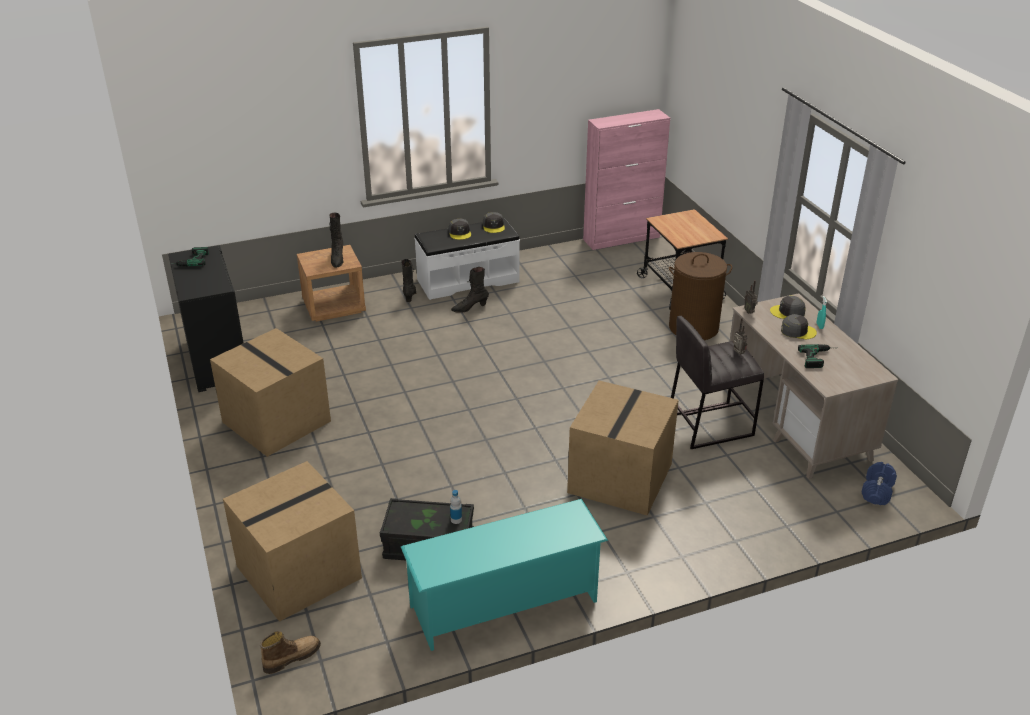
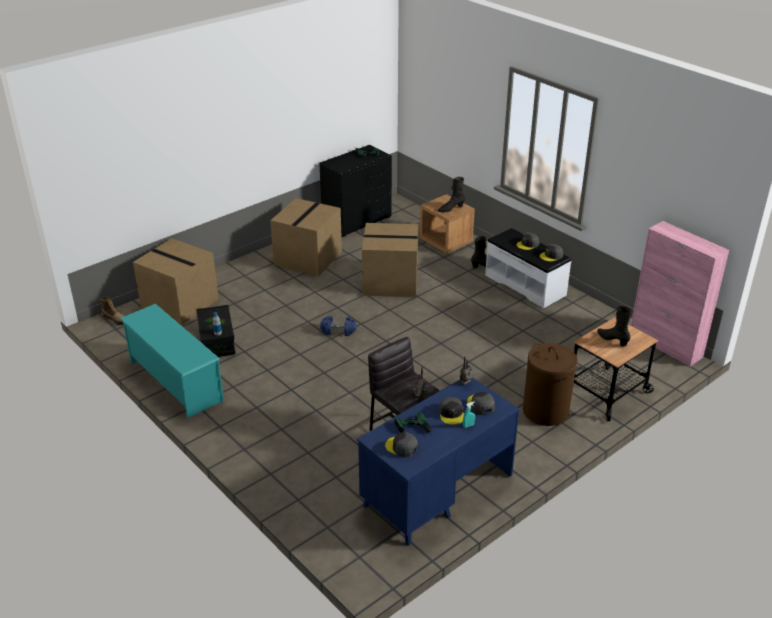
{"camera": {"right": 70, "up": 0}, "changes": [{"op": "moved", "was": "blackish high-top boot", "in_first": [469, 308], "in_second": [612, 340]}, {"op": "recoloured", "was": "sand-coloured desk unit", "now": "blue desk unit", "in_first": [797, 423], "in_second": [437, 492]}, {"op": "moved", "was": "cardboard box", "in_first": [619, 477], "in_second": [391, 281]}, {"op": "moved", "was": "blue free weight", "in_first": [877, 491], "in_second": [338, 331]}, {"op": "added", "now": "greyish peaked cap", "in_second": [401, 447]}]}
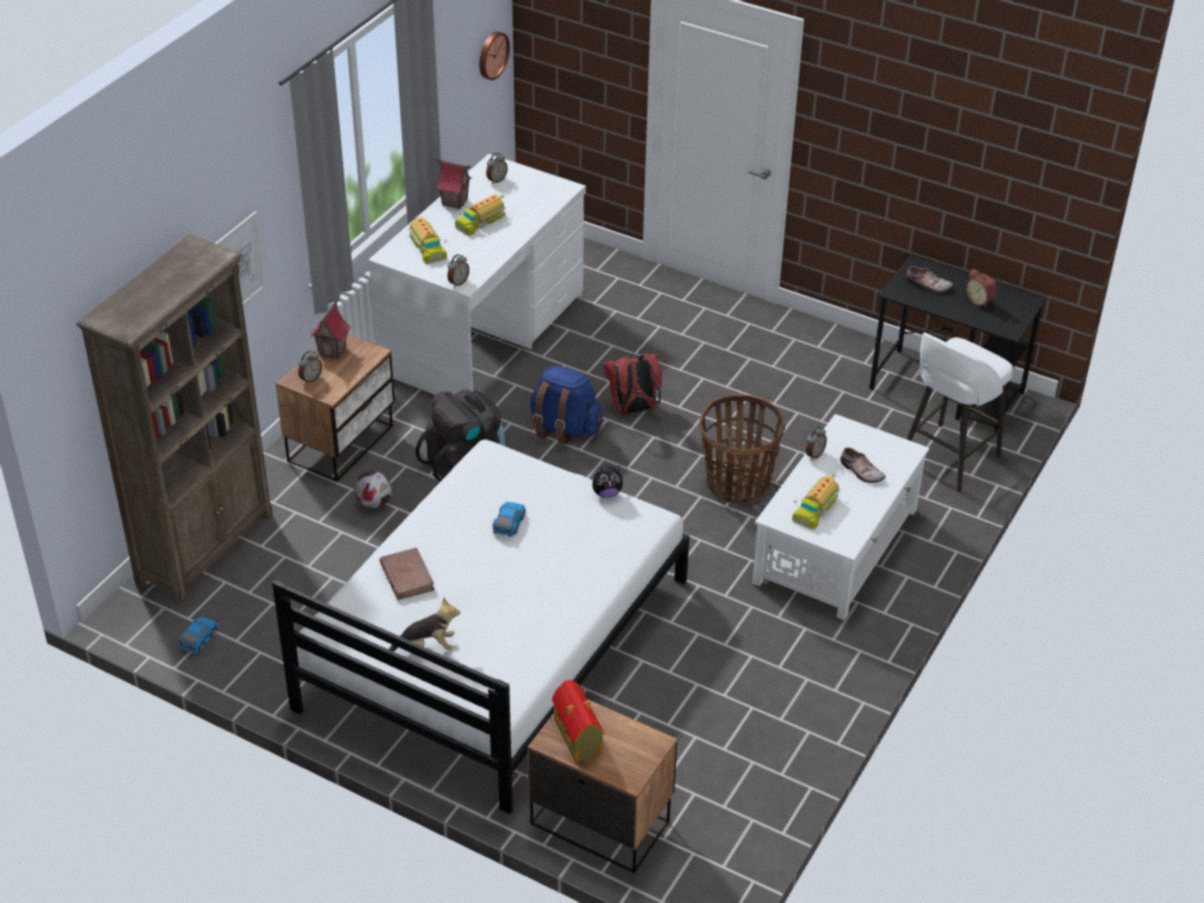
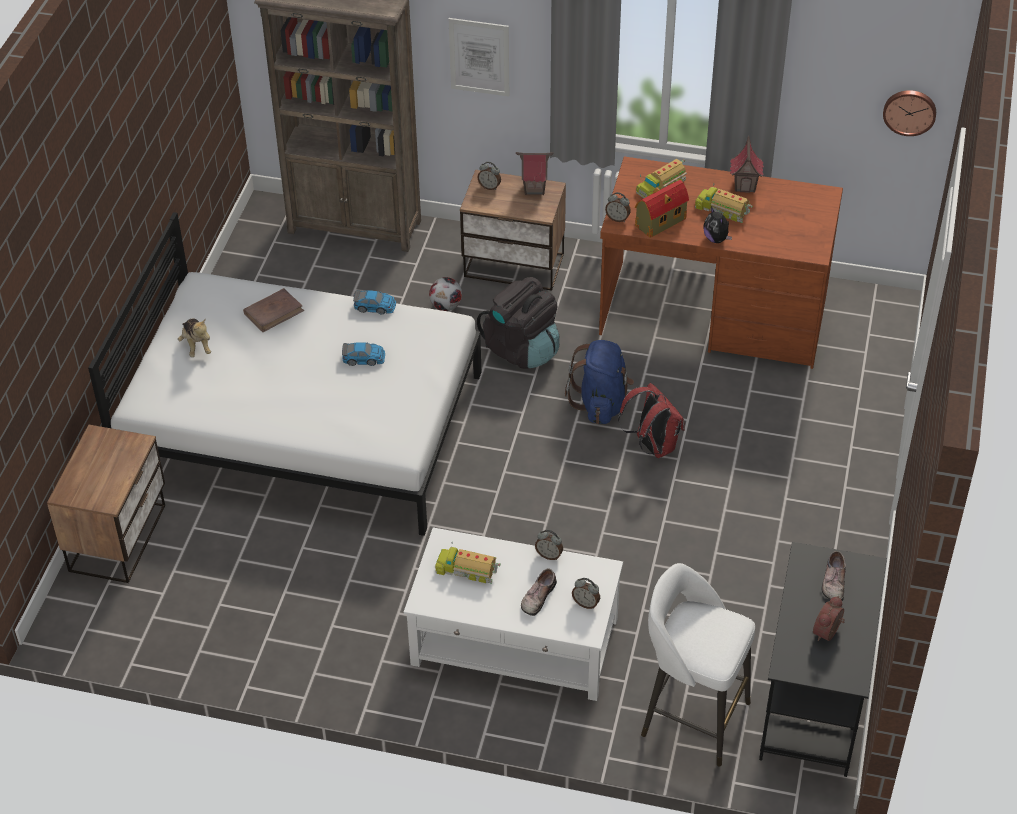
{"camera": {"right": 75, "up": 5}, "changes": [{"op": "moved", "was": "table clock", "in_first": [496, 180], "in_second": [586, 603]}, {"op": "recoloured", "was": "white desk unit", "now": "brownish desk unit", "in_first": [484, 333], "in_second": [714, 315]}, {"op": "removed", "was": "basket", "in_first": [737, 484]}, {"op": "moved", "was": "cuddly toy", "in_first": [607, 493], "in_second": [716, 239]}, {"op": "moved", "was": "model car", "in_first": [199, 637], "in_second": [375, 306]}, {"op": "moved", "was": "miniature house", "in_first": [578, 737], "in_second": [659, 222]}]}
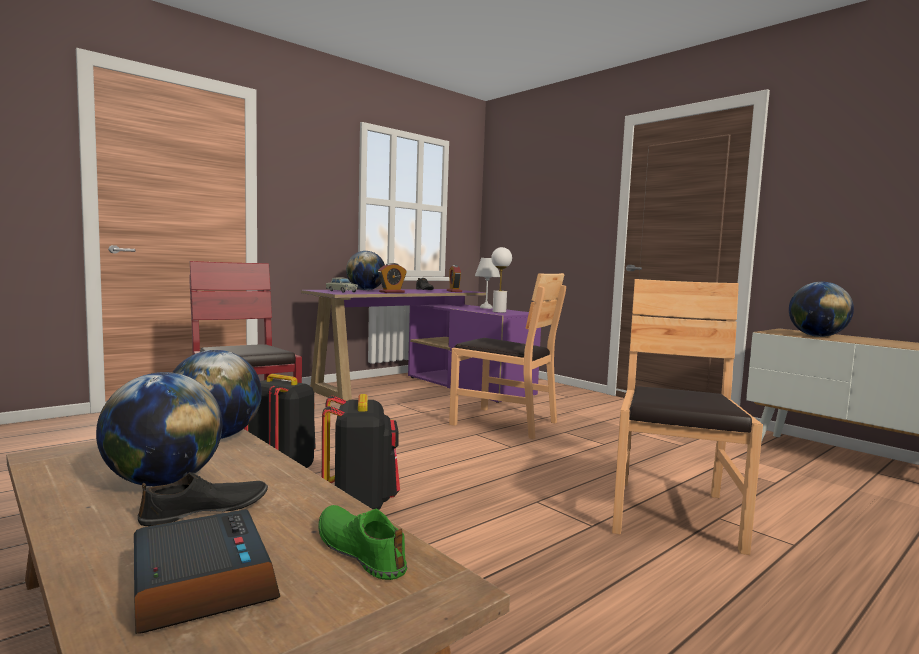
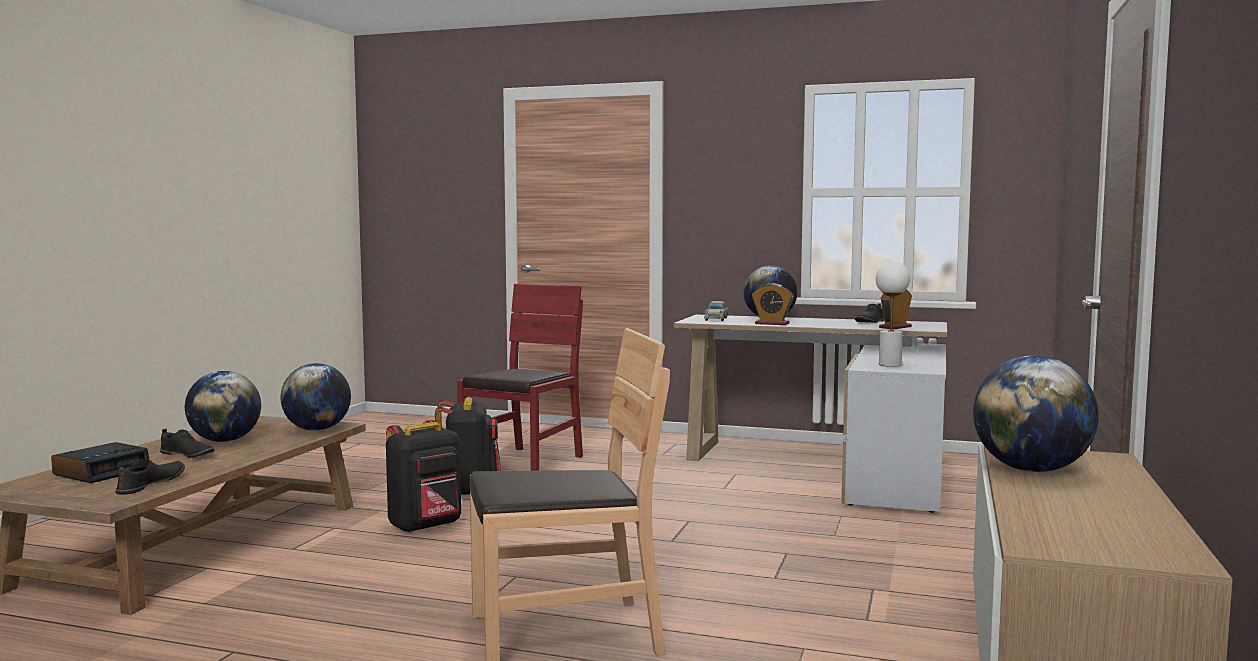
{"camera": {"right": 60, "up": 0}, "changes": [{"op": "removed", "was": "white table lamp", "in_first": [486, 308]}, {"op": "removed", "was": "brownish plain chair", "in_first": [504, 423]}, {"op": "recoloured", "was": "purplish desk unit", "now": "white desk unit", "in_first": [423, 388], "in_second": [830, 468]}, {"op": "recoloured", "was": "green-coloured low shoe", "now": "blackish low shoe", "in_first": [360, 549], "in_second": [151, 484]}]}
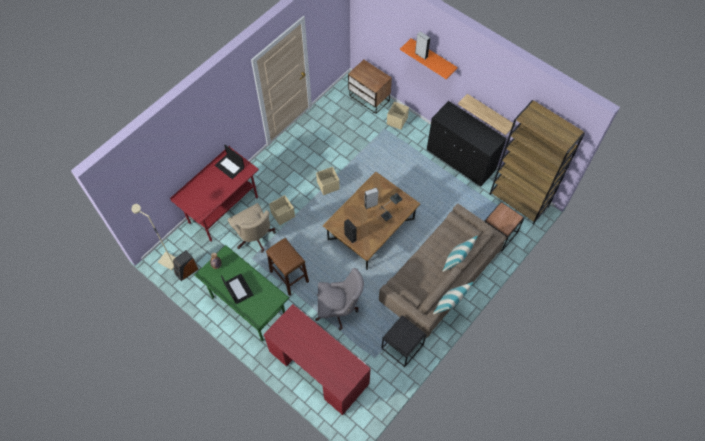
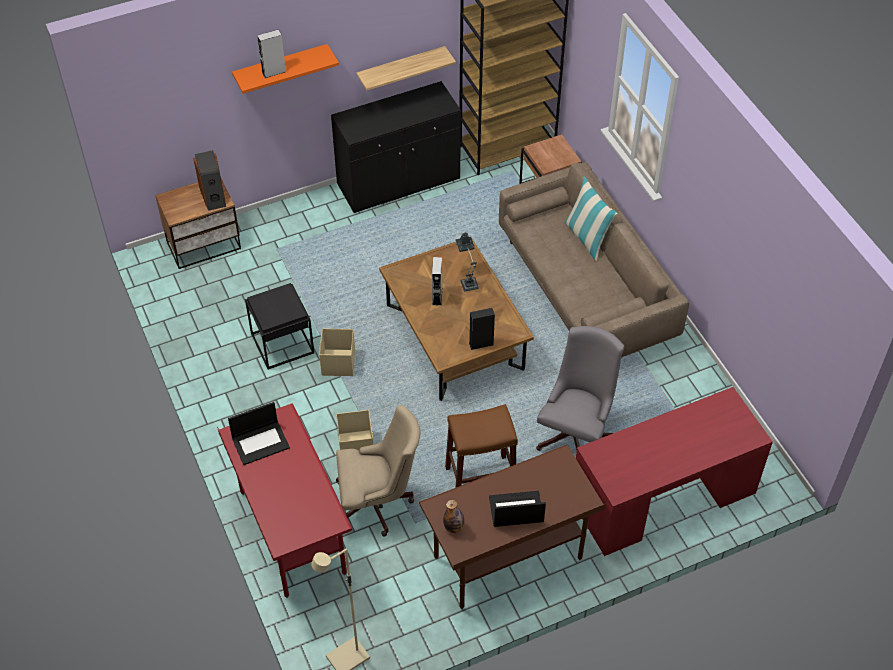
{"camera": {"right": -65, "up": -10}, "changes": [{"op": "removed", "was": "sand-coloured storage bin", "in_first": [396, 121]}, {"op": "recoloured", "was": "green-coloured desk unit", "now": "brownish desk unit", "in_first": [248, 307], "in_second": [508, 559]}, {"op": "moved", "was": "loudspeaker", "in_first": [186, 271], "in_second": [213, 196]}, {"op": "removed", "was": "throw pillow", "in_first": [450, 304]}, {"op": "moved", "was": "blackish accent table", "in_first": [402, 347], "in_second": [283, 344]}]}
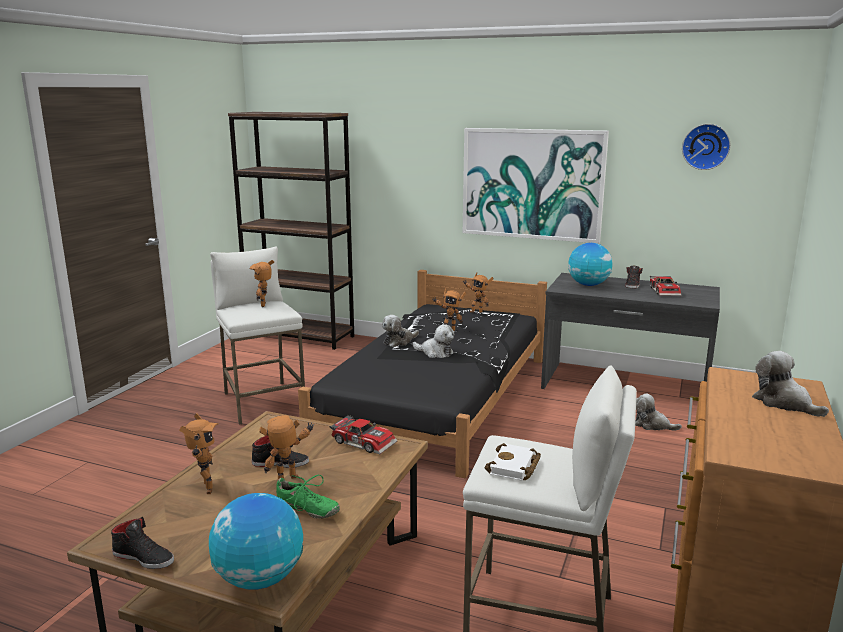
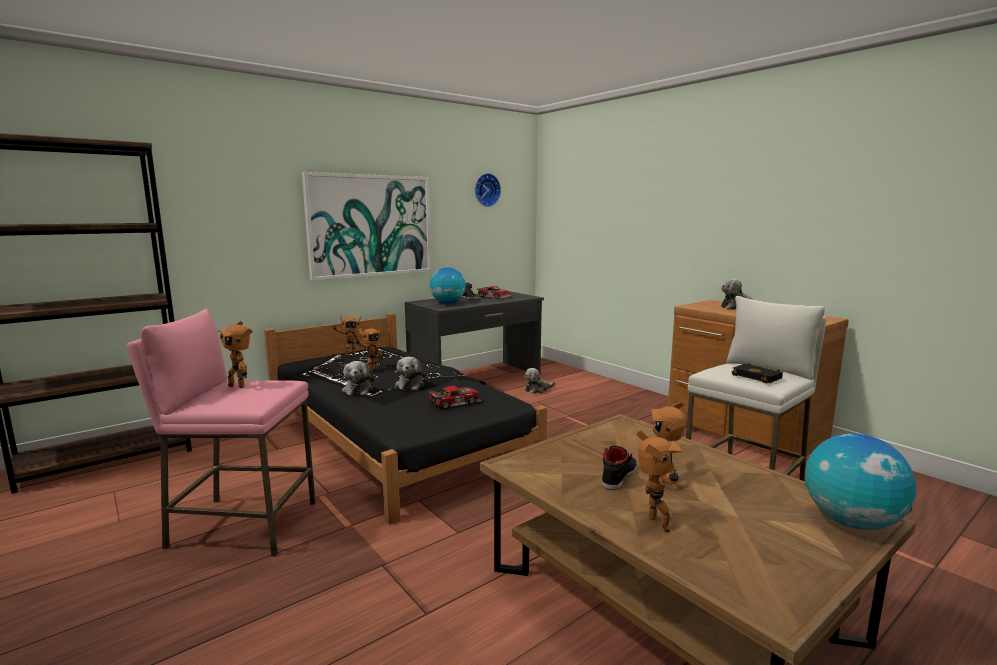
{"camera": {"right": -60, "up": -5}, "changes": [{"op": "recoloured", "was": "white stool seat", "now": "pink stool seat", "in_first": [263, 402], "in_second": [243, 525]}, {"op": "turned", "was": "cuddly toy", "in_first": [435, 353], "in_second": [410, 384], "clockwise": 120}, {"op": "turned", "was": "model robot", "in_first": [204, 489], "in_second": [655, 525], "clockwise": 60}, {"op": "moved", "was": "model car", "in_first": [364, 441], "in_second": [454, 402]}, {"op": "recoloured", "was": "white volume", "now": "blackish volume", "in_first": [514, 467], "in_second": [758, 377]}, {"op": "removed", "was": "green-coloured low shoe", "in_first": [307, 510]}, {"op": "removed", "was": "blackish low shoe", "in_first": [144, 557]}]}
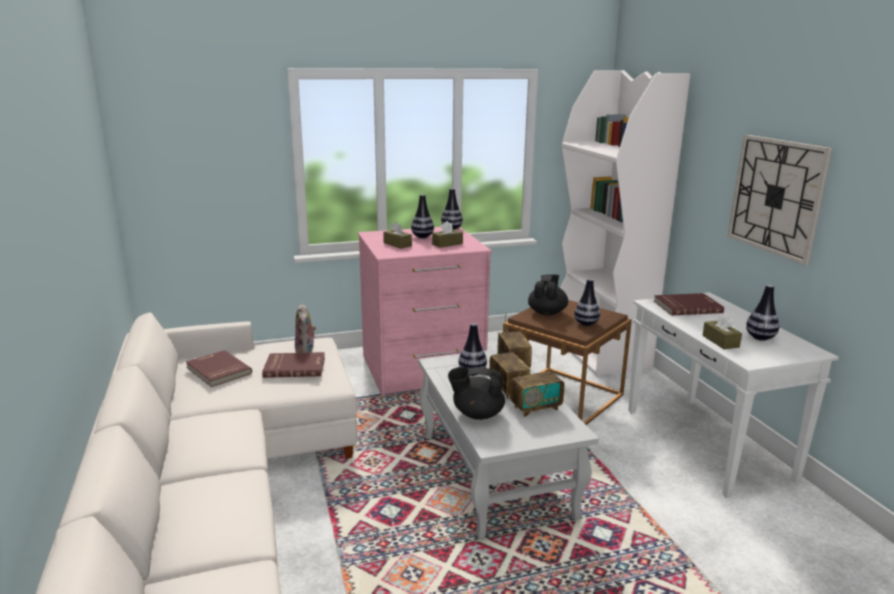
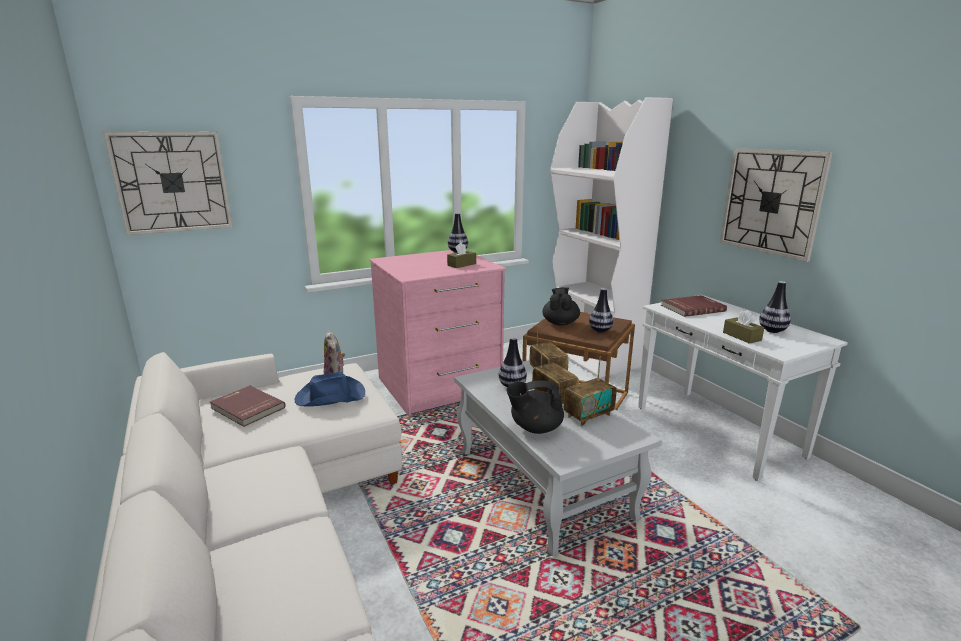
{"camera": {"right": -10, "up": 0}, "changes": [{"op": "removed", "was": "flower vase", "in_first": [422, 237]}, {"op": "removed", "was": "brownish tissue box", "in_first": [397, 244]}, {"op": "replaced", "was": "red-coloured volume", "now": "blue hat", "in_first": [295, 367], "in_second": [329, 396]}, {"op": "added", "now": "wall clock", "in_second": [172, 182]}]}
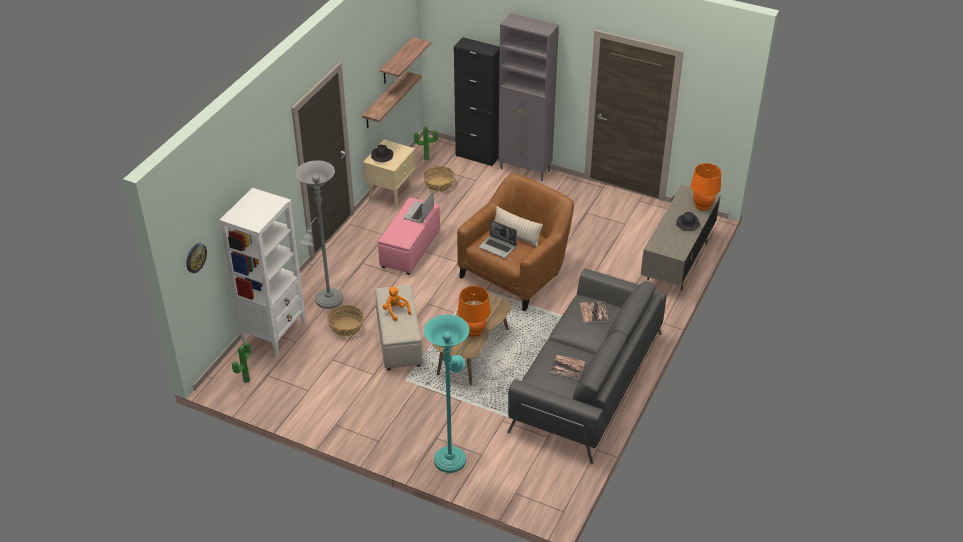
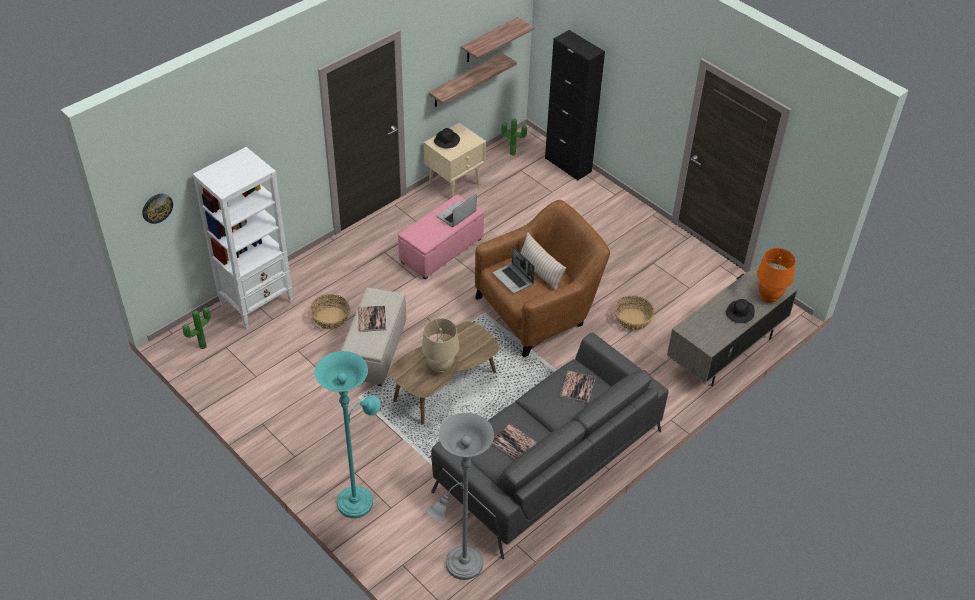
{"camera": {"right": 20, "up": 5}, "changes": [{"op": "removed", "was": "greyish storage cabinet", "in_first": [525, 170]}, {"op": "moved", "was": "greyish floor lamp", "in_first": [327, 301], "in_second": [460, 566]}, {"op": "moved", "was": "basket", "in_first": [439, 184], "in_second": [633, 319]}, {"op": "replaced", "was": "orange cuddly toy", "now": "volume", "in_first": [396, 311], "in_second": [372, 319]}, {"op": "recoloured", "was": "orange table lamp", "now": "sand-coloured table lamp", "in_first": [474, 331], "in_second": [440, 367]}]}
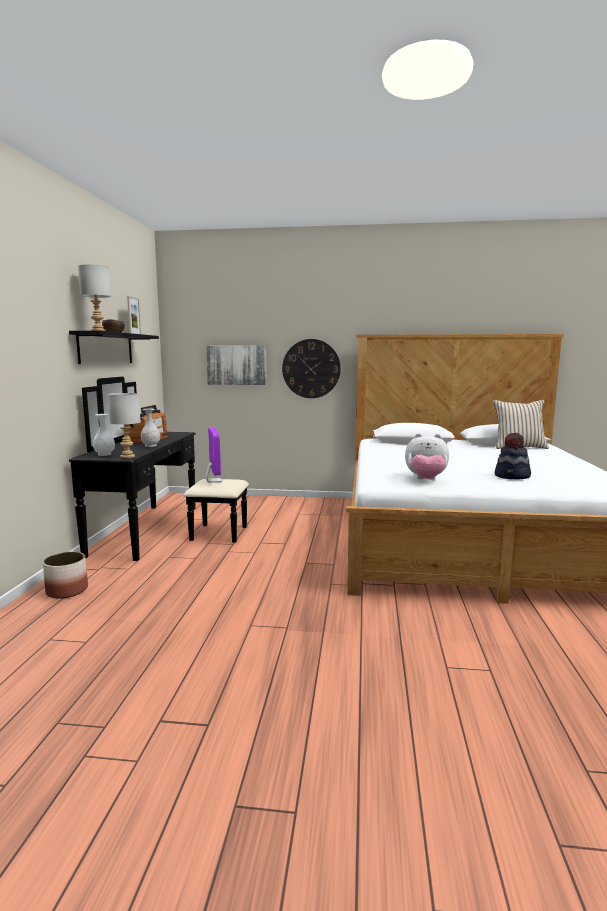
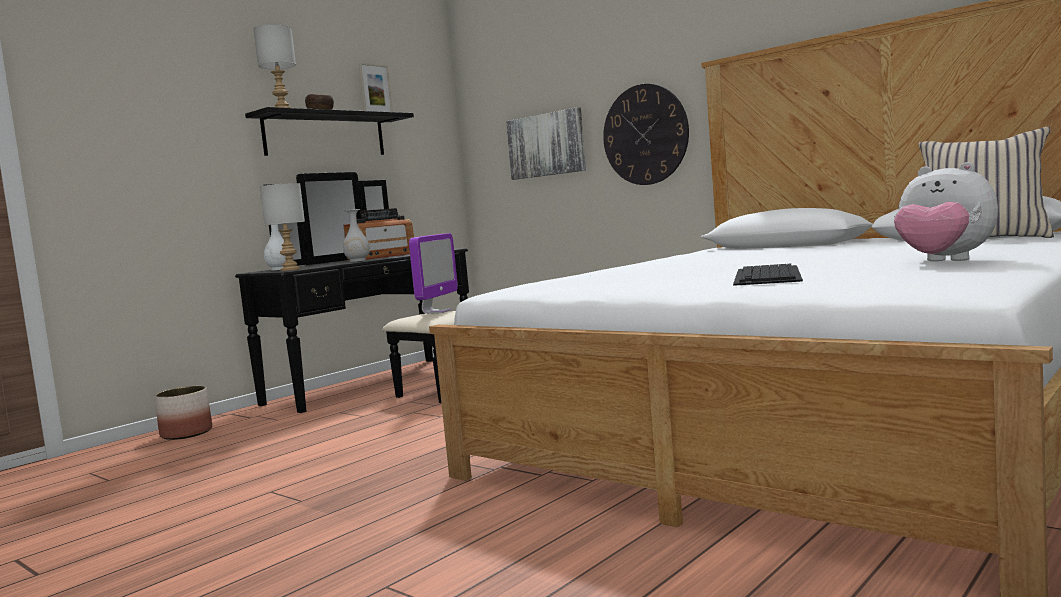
{"camera": {"right": 35, "up": -5}, "changes": [{"op": "moved", "was": "cuddly toy", "in_first": [426, 480], "in_second": [943, 261]}, {"op": "replaced", "was": "hat", "now": "PC keyboard", "in_first": [512, 476], "in_second": [768, 275]}]}
